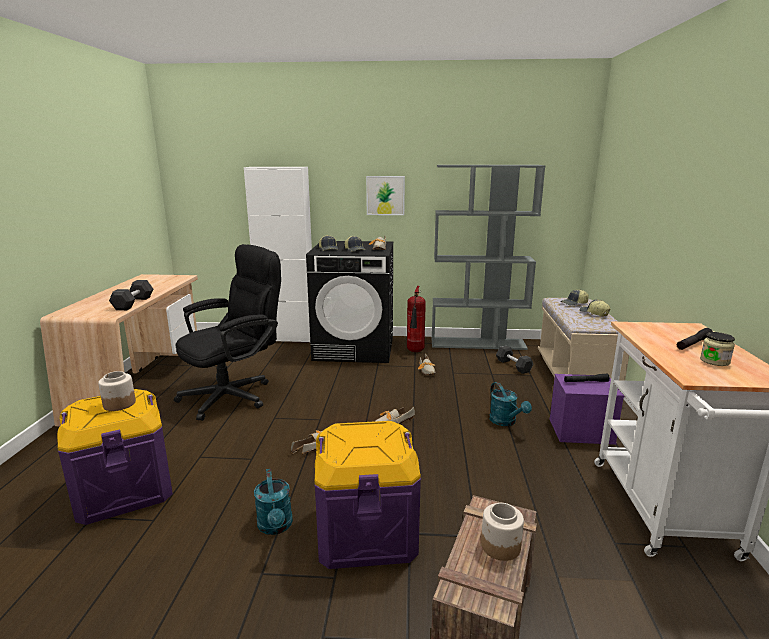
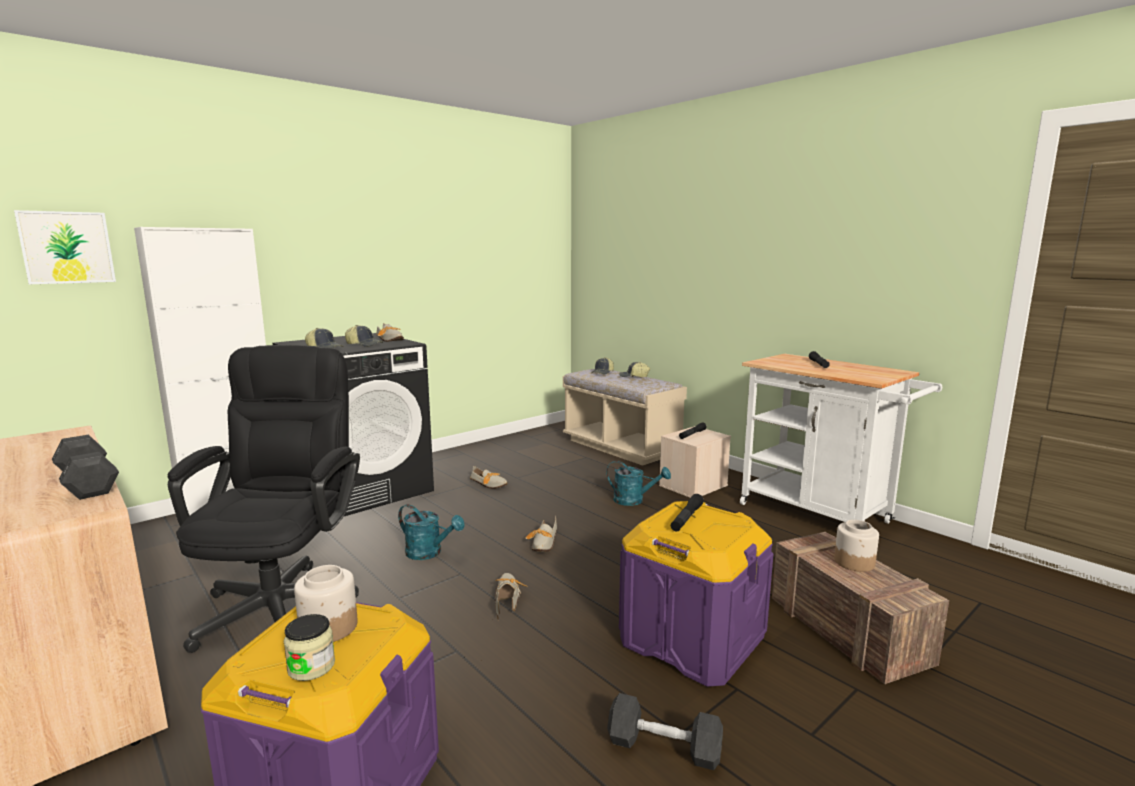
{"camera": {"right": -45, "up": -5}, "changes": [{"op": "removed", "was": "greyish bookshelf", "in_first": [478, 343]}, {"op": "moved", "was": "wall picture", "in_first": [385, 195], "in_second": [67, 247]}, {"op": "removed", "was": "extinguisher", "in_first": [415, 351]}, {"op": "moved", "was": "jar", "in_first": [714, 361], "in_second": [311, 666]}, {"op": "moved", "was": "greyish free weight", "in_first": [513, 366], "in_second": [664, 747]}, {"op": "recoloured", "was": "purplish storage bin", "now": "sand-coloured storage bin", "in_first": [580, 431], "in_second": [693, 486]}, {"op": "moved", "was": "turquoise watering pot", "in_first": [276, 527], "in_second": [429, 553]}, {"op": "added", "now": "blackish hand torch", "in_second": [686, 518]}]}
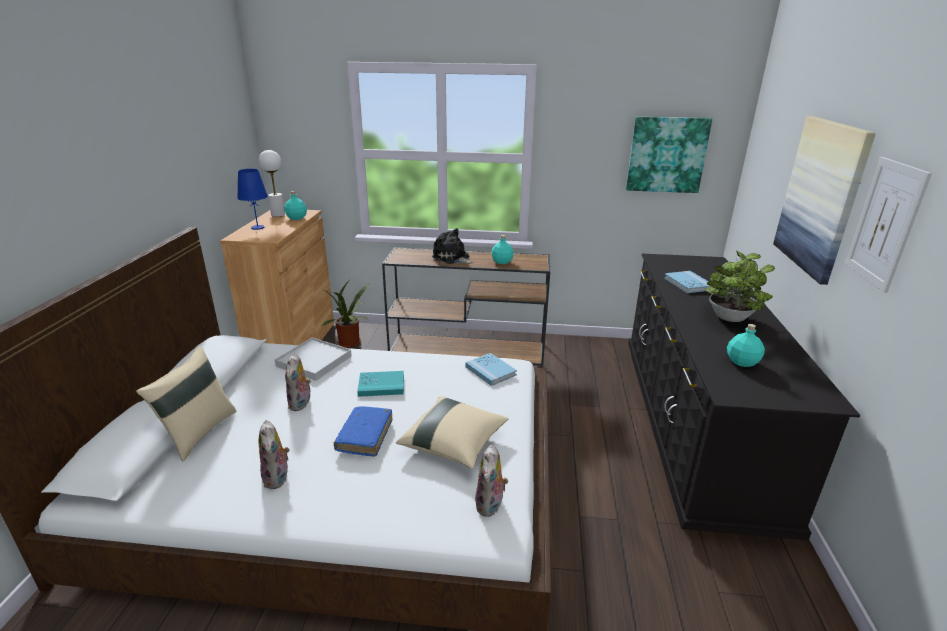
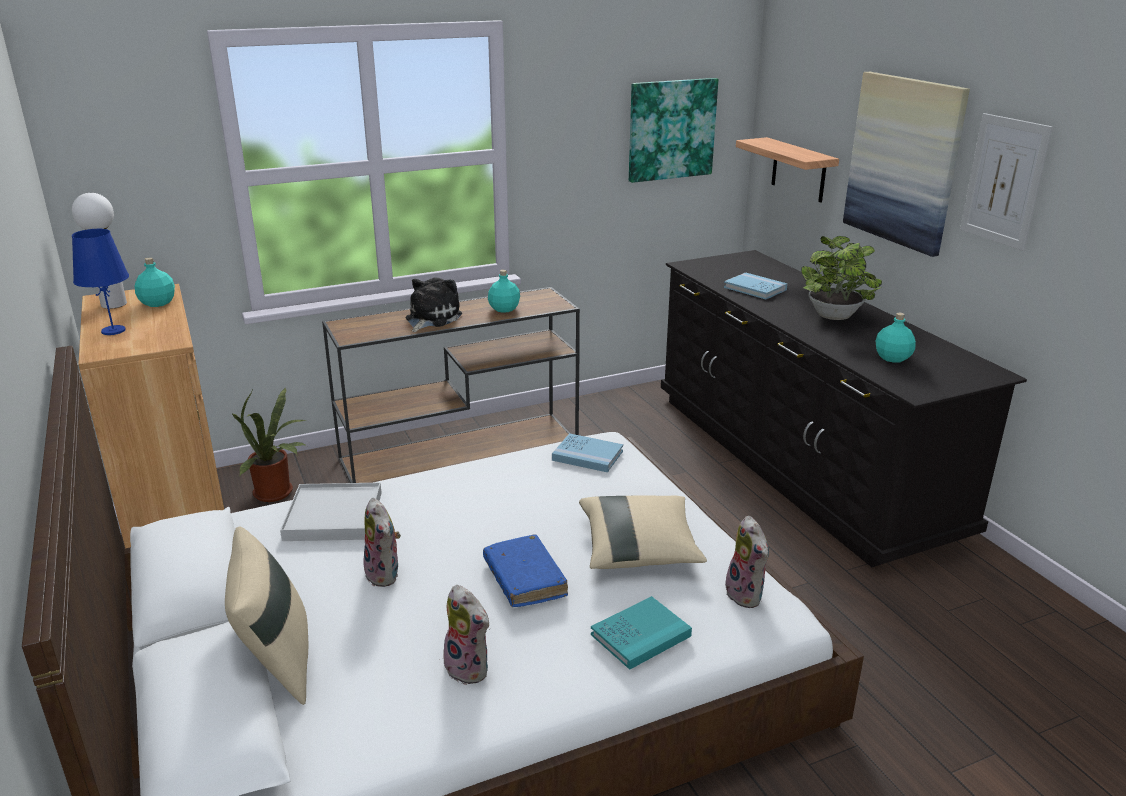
{"camera": {"right": -30, "up": 0}, "changes": [{"op": "turned", "was": "cuddly toy", "in_first": [452, 258], "in_second": [431, 318], "clockwise": 105}, {"op": "moved", "was": "turquoise volume", "in_first": [381, 385], "in_second": [640, 635]}, {"op": "added", "now": "shelf", "in_second": [798, 170]}]}
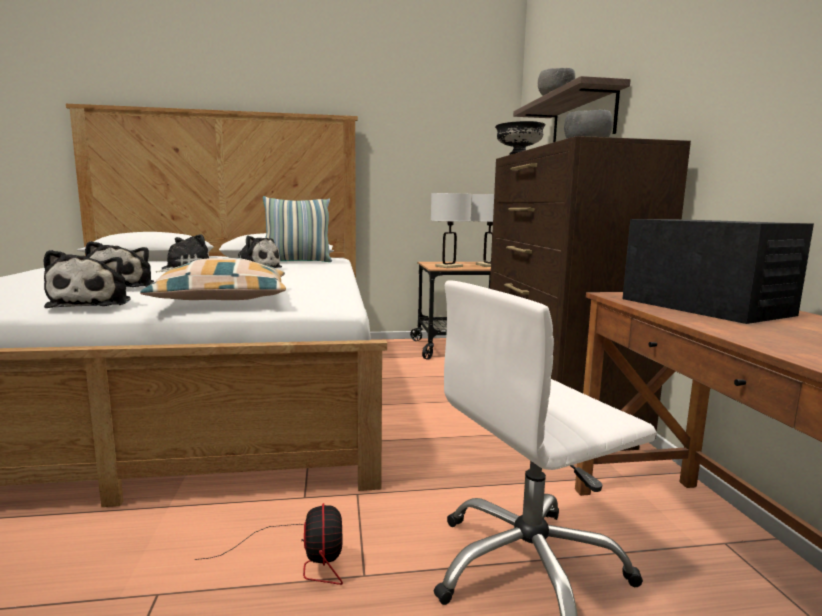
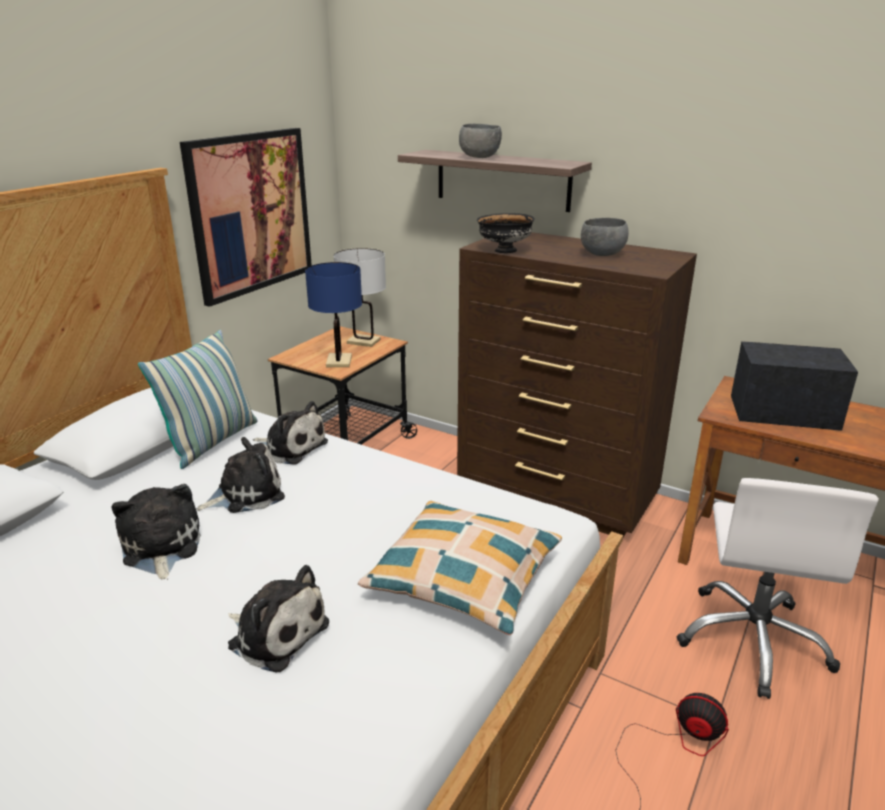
{"camera": {"right": -50, "up": 15}, "changes": [{"op": "recoloured", "was": "white table lamp", "now": "blue table lamp", "in_first": [449, 266], "in_second": [339, 361]}, {"op": "moved", "was": "cuddly toy", "in_first": [93, 303], "in_second": [291, 447]}, {"op": "added", "now": "wall picture", "in_second": [251, 213]}]}
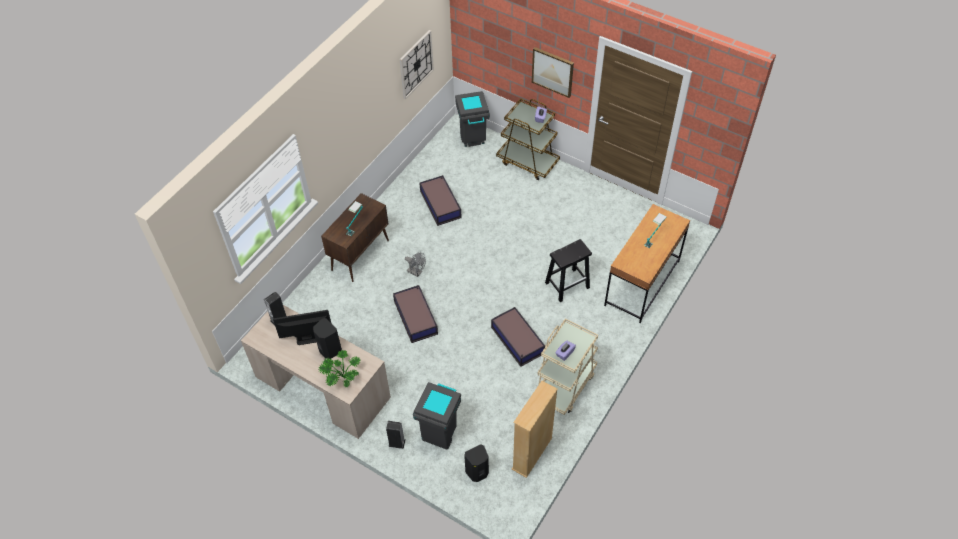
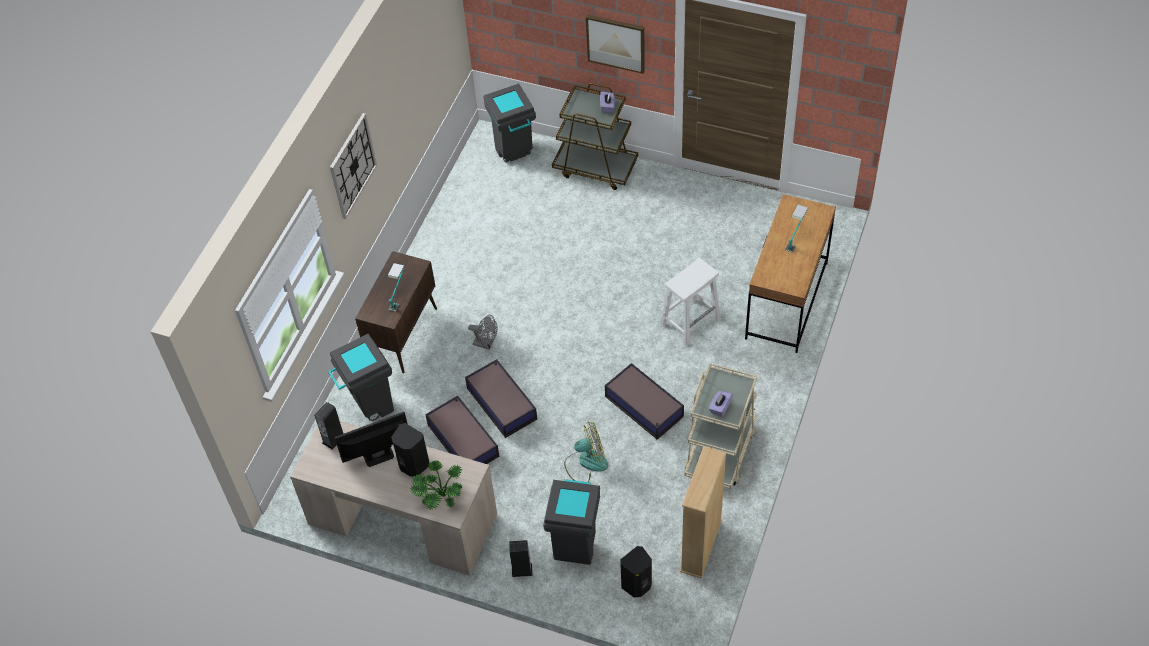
{"camera": {"right": -10, "up": 0}, "changes": [{"op": "moved", "was": "wall clock", "in_first": [416, 64], "in_second": [352, 165]}, {"op": "moved", "was": "storage bin", "in_first": [440, 204], "in_second": [463, 439]}, {"op": "recoloured", "was": "blackish stool seat", "now": "white stool seat", "in_first": [567, 284], "in_second": [690, 321]}, {"op": "added", "now": "greyish rubbish bin", "in_second": [370, 407]}, {"op": "added", "now": "electric fan", "in_second": [586, 463]}]}
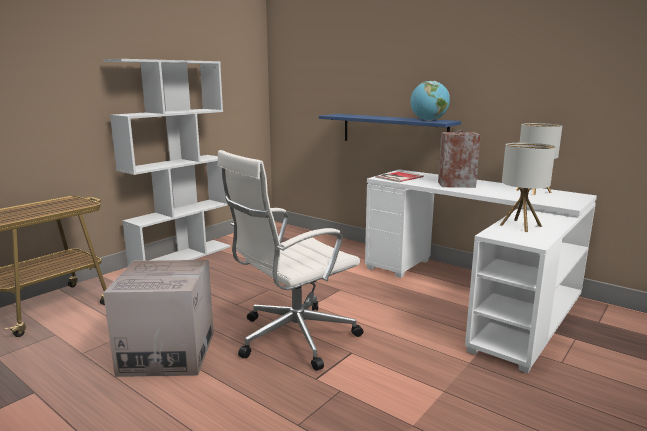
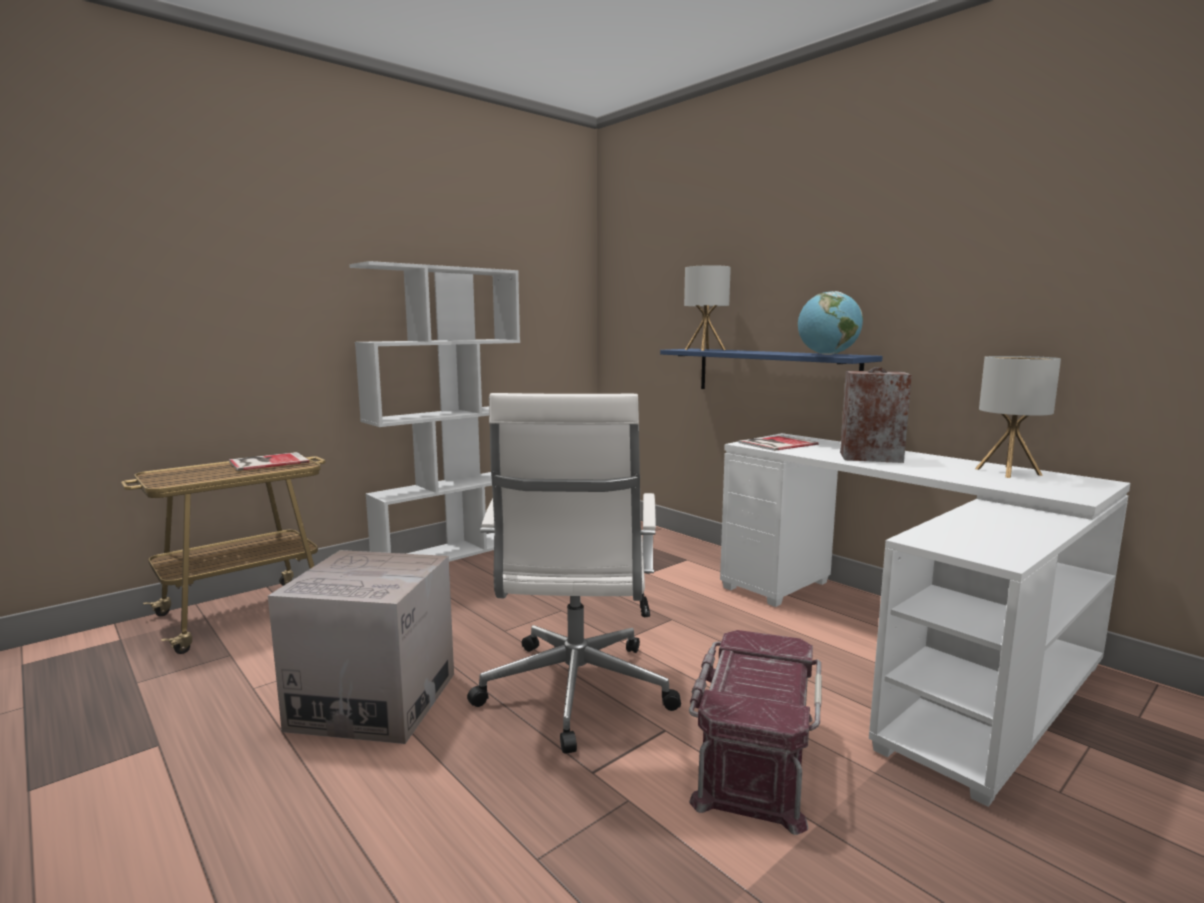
{"camera": {"right": 10, "up": -5}, "changes": [{"op": "moved", "was": "table lamp", "in_first": [520, 225], "in_second": [705, 349]}, {"op": "turned", "was": "white desk chair", "in_first": [292, 337], "in_second": [574, 693], "clockwise": -60}, {"op": "added", "now": "volume", "in_second": [266, 462]}, {"op": "added", "now": "red-coloured storage bin", "in_second": [753, 756]}]}
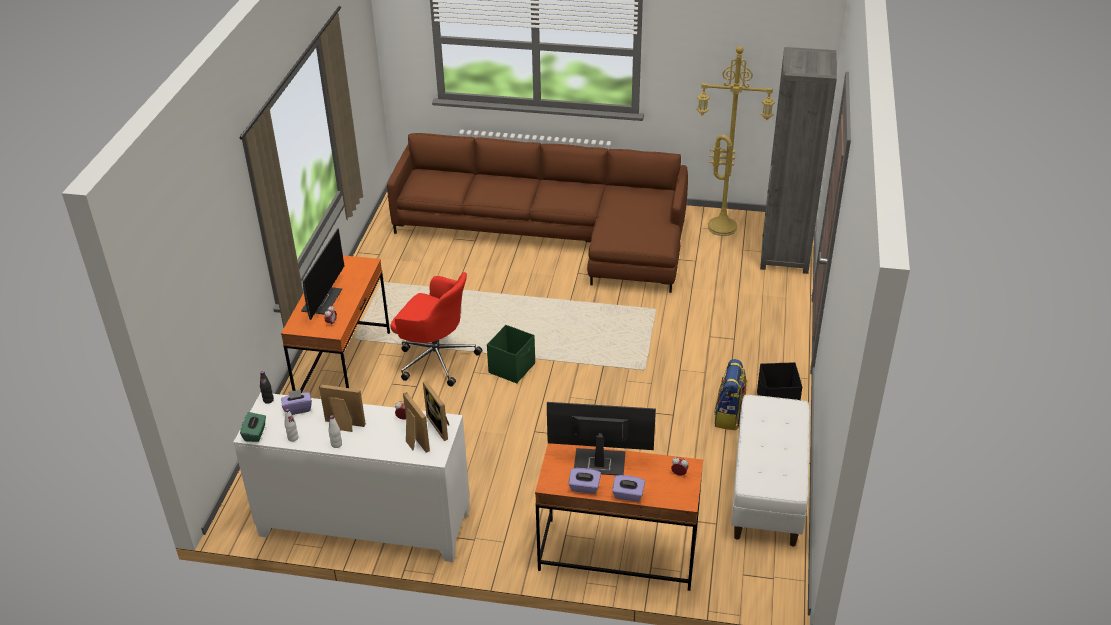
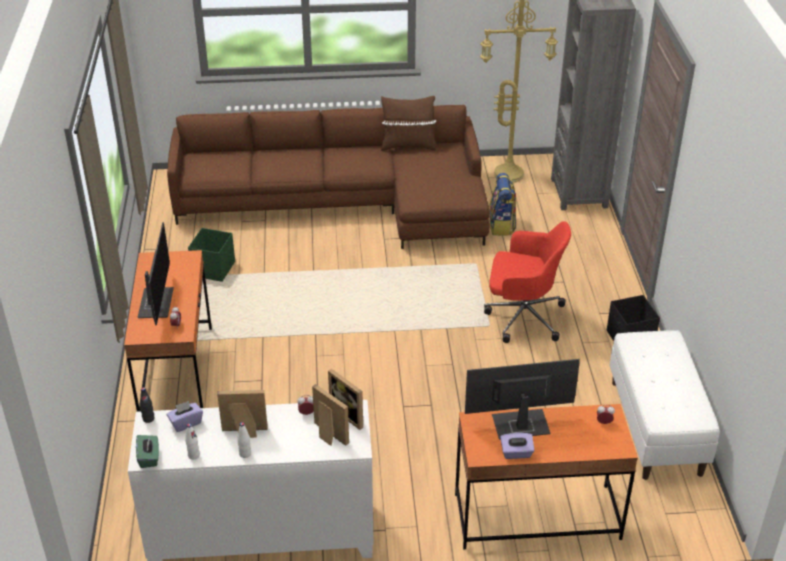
{"camera": {"right": -15, "up": 0}, "changes": [{"op": "moved", "was": "red-coloured desk chair", "in_first": [435, 358], "in_second": [522, 316]}, {"op": "moved", "was": "green-coloured storage bin", "in_first": [512, 368], "in_second": [214, 269]}, {"op": "moved", "was": "knapsack", "in_first": [729, 416], "in_second": [502, 226]}, {"op": "removed", "was": "purplish tissue box", "in_first": [628, 495]}, {"op": "added", "now": "brownish throw pillow", "in_second": [408, 146]}]}
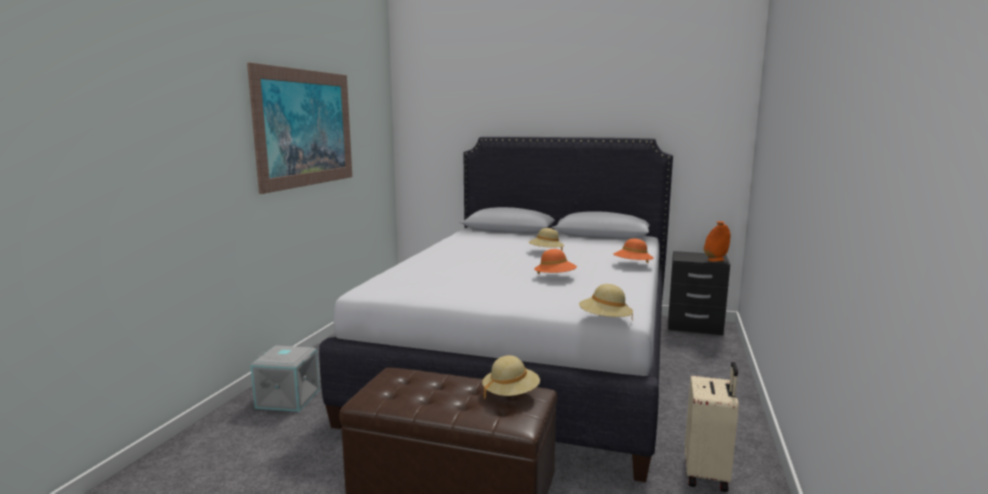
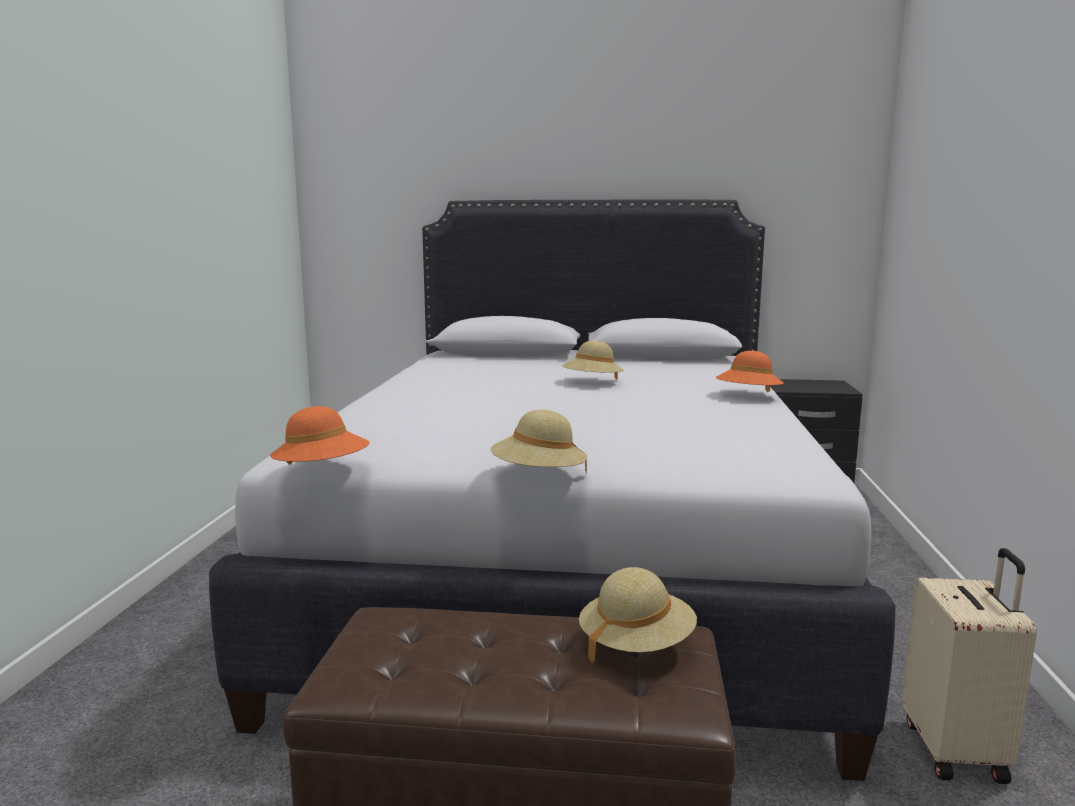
{"camera": {"right": -10, "up": 0}, "changes": [{"op": "removed", "was": "wall picture", "in_first": [306, 128]}, {"op": "removed", "was": "orange flower vase", "in_first": [715, 260]}, {"op": "moved", "was": "orange hat", "in_first": [555, 278], "in_second": [322, 472]}, {"op": "moved", "was": "sand-coloured hat", "in_first": [605, 320], "in_second": [538, 476]}, {"op": "removed", "was": "greyish storage bin", "in_first": [289, 398]}]}
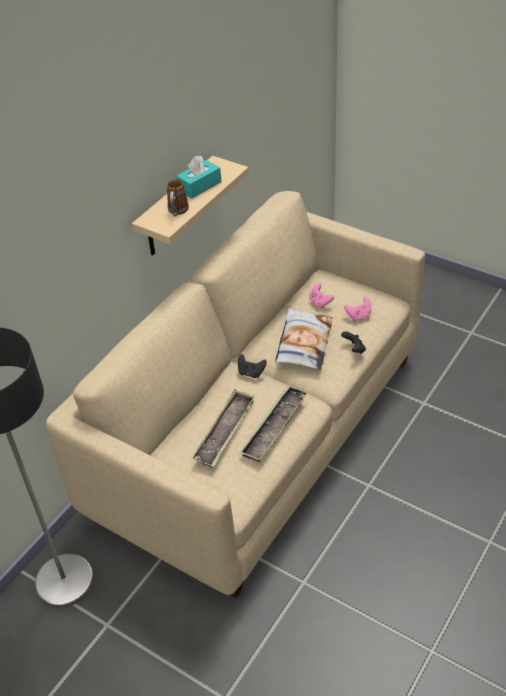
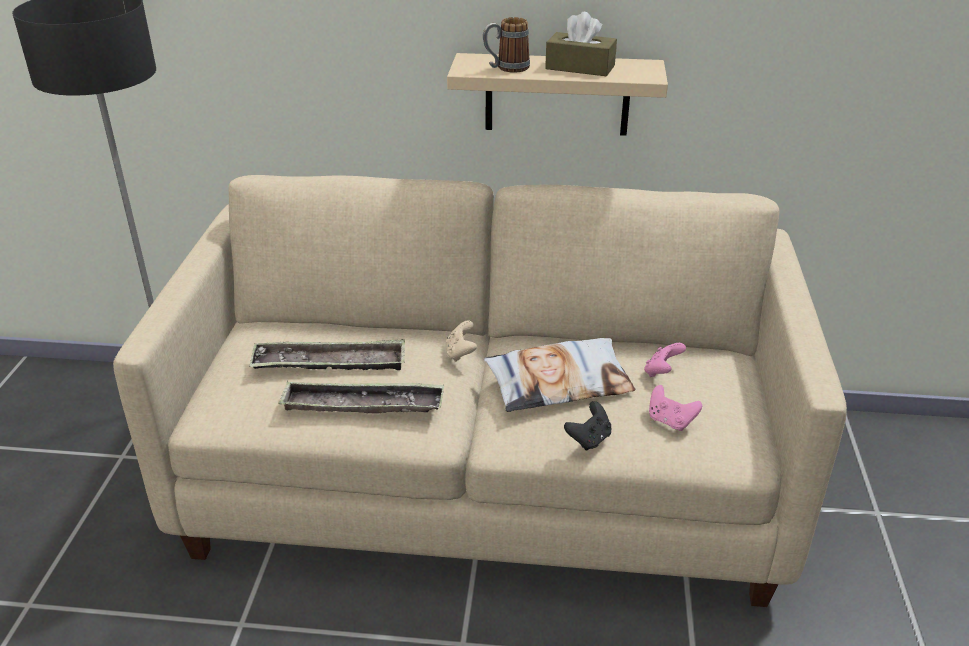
{"camera": {"right": 60, "up": -10}, "changes": [{"op": "recoloured", "was": "turquoise tissue box", "now": "brownish tissue box", "in_first": [200, 186], "in_second": [580, 67]}, {"op": "recoloured", "was": "blackish game controller", "now": "sand-coloured game controller", "in_first": [251, 373], "in_second": [460, 353]}]}
